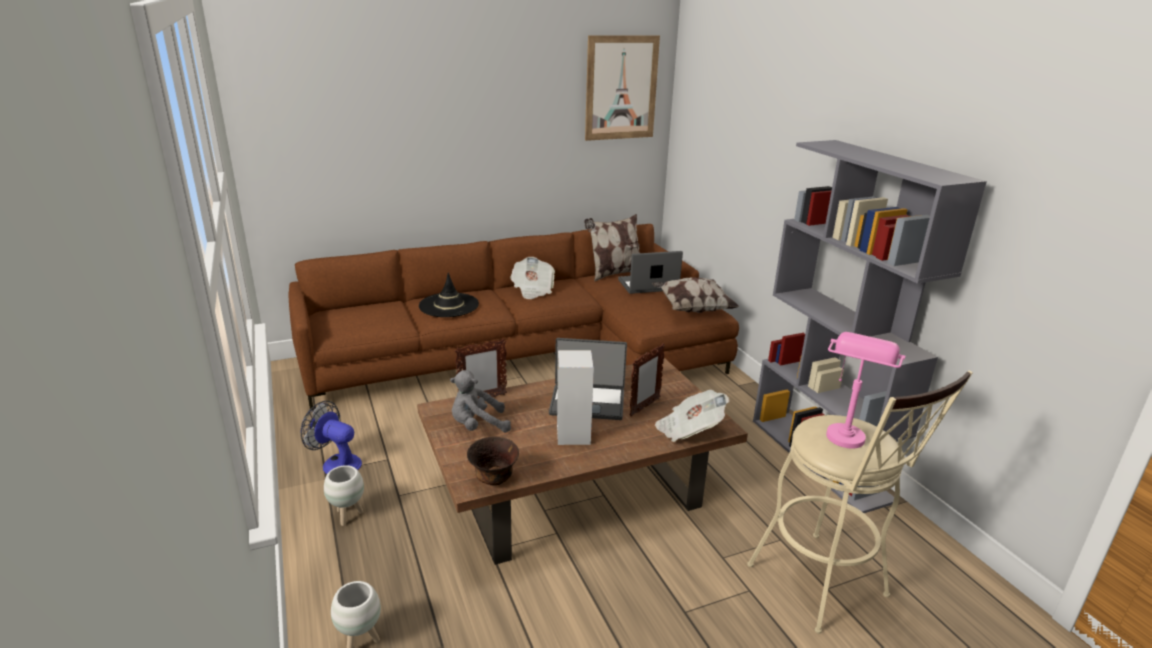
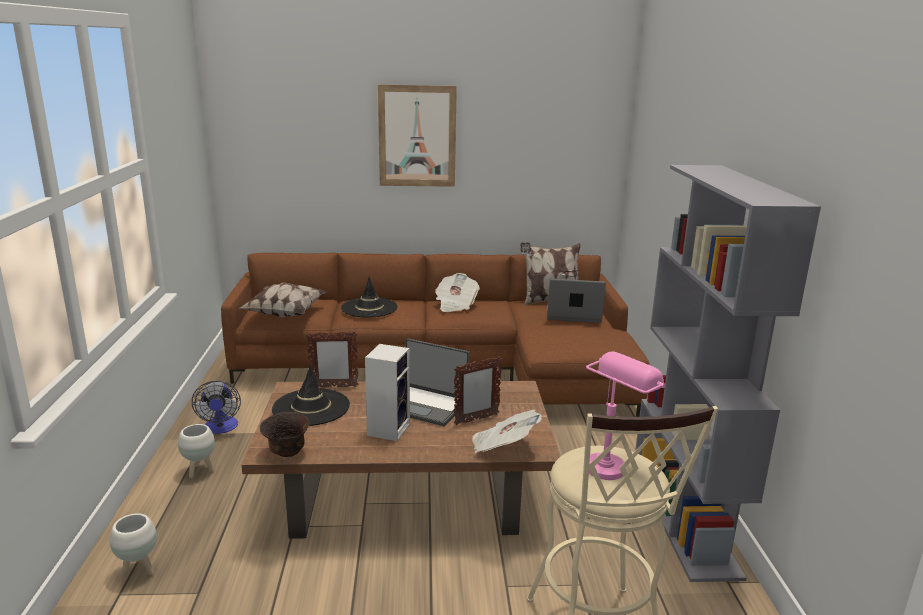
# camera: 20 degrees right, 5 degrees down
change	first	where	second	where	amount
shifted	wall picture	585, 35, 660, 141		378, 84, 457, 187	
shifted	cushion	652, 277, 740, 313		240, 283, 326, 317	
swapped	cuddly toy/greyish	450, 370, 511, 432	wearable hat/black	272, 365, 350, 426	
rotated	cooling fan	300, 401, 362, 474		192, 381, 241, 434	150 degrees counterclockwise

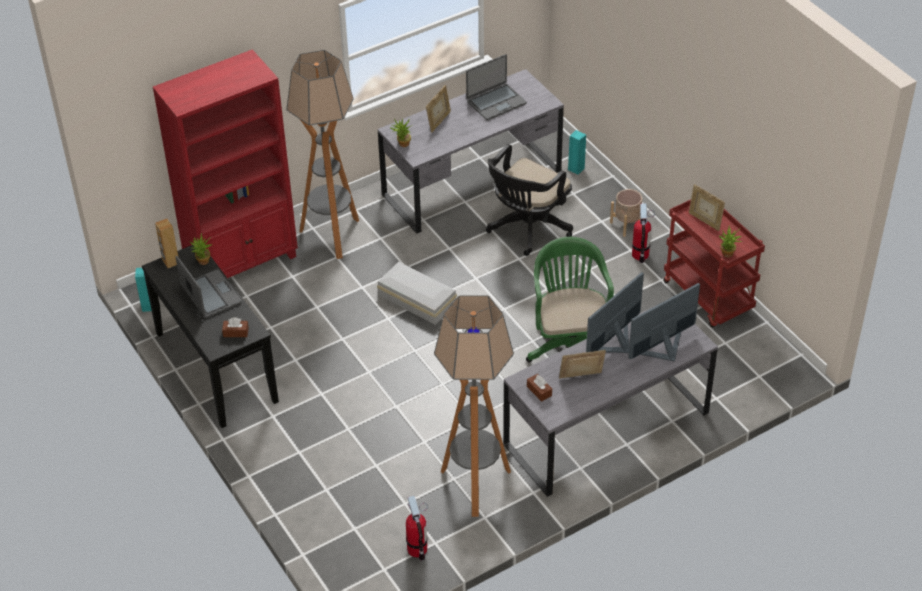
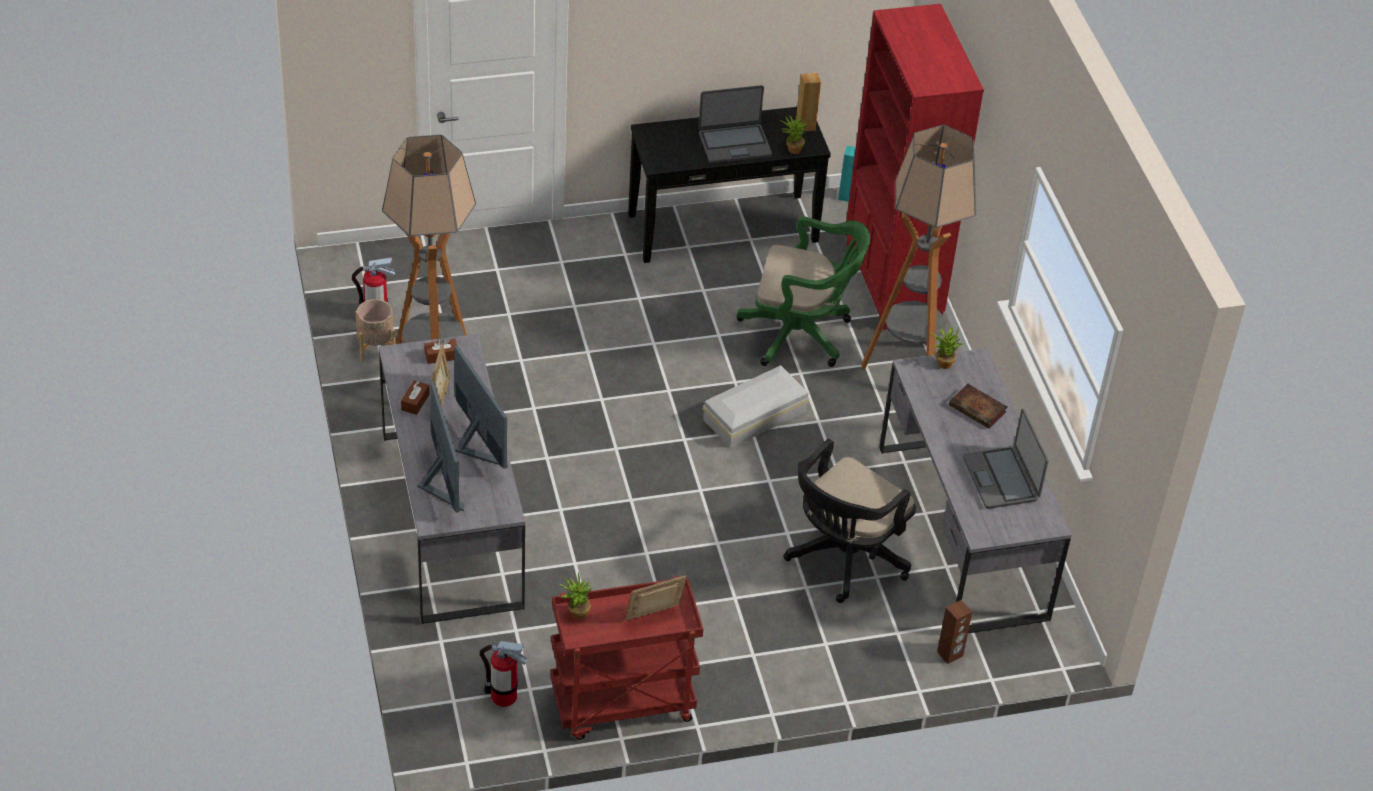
# camera: 105 degrees right, 0 degrees up
change	first	where	second	where	amount
shifted	tissue holder/brownish	222, 317, 249, 337		401, 380, 430, 415	
shifted	office chair/green-coloured	526, 237, 614, 363		737, 216, 870, 367	
shifted	flower pot/beige	610, 189, 642, 237		356, 299, 396, 362	
shifted	fire extinguisher	632, 203, 655, 263		480, 641, 527, 707	
swapped	photo frame	426, 85, 451, 133	bound book	949, 384, 1008, 429	
repainted	audio speaker/turquoise-coloured	568, 130, 586, 175	audio speaker/brownish	937, 600, 972, 664	
rotated	office chair/black	486, 144, 573, 256		783, 439, 916, 603	105 degrees counterclockwise

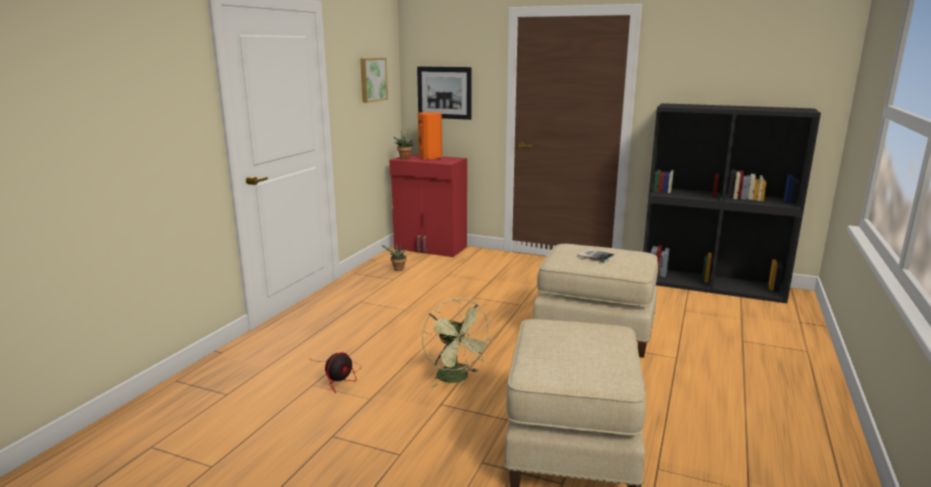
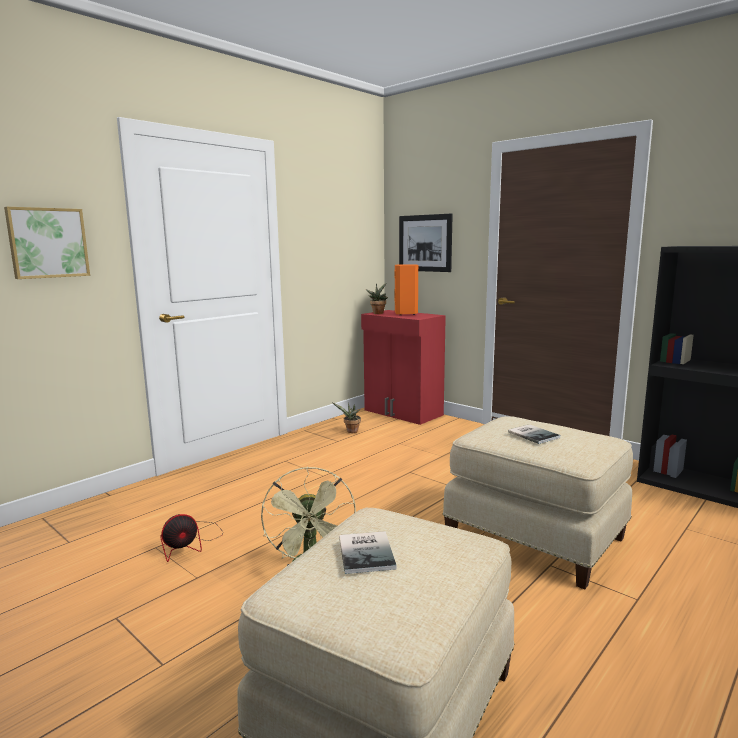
# camera: 20 degrees right, 5 degrees down
change	first	where	second	where	amount
new			bound book	339, 531, 396, 574	
shifted	wall picture	360, 58, 388, 103		4, 207, 90, 279	

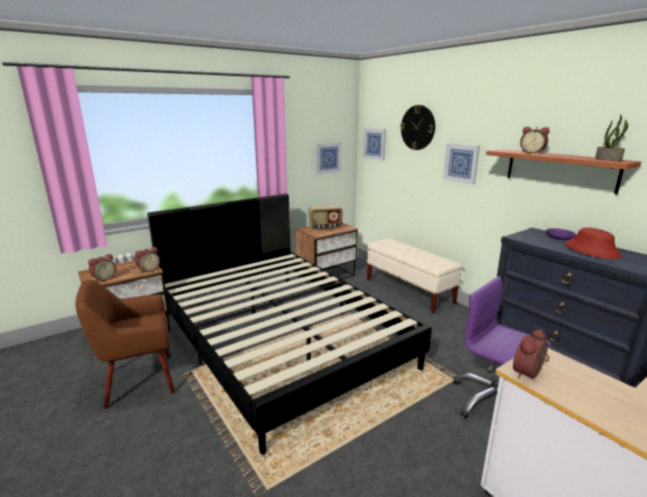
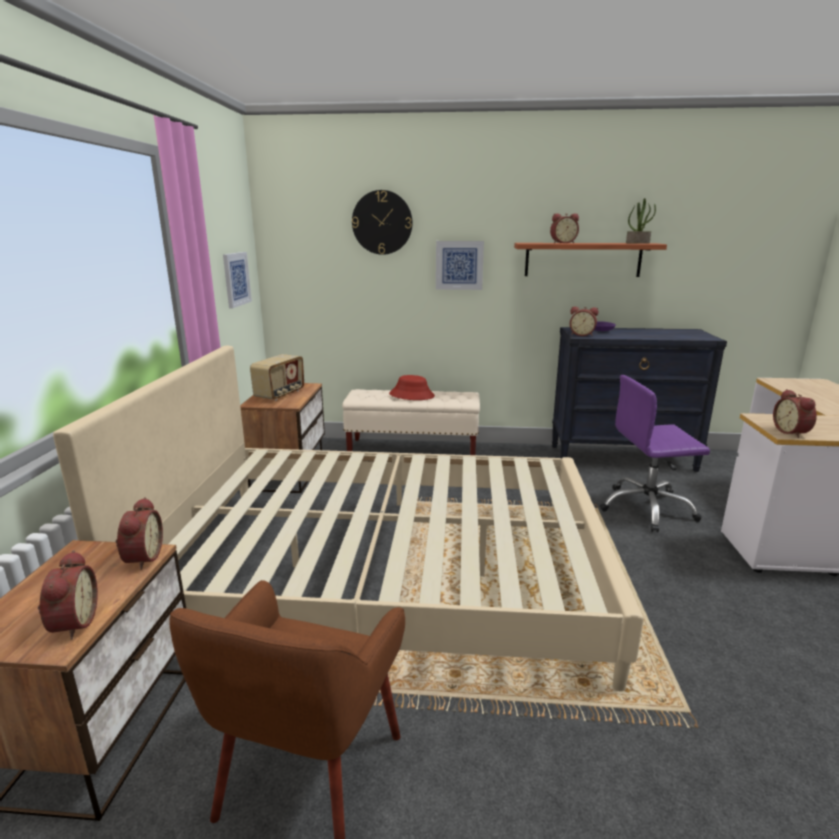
# camera: 50 degrees left, 0 degrees up
change	first	where	second	where	amount
gone	wall picture	363, 128, 386, 161			
new			alarm clock	570, 307, 598, 336	
shifted	wearable hat/red-coloured	564, 227, 622, 259		389, 375, 435, 400	
repainted	sleeping bed/black	147, 194, 432, 454	sleeping bed/beige	53, 346, 644, 691	

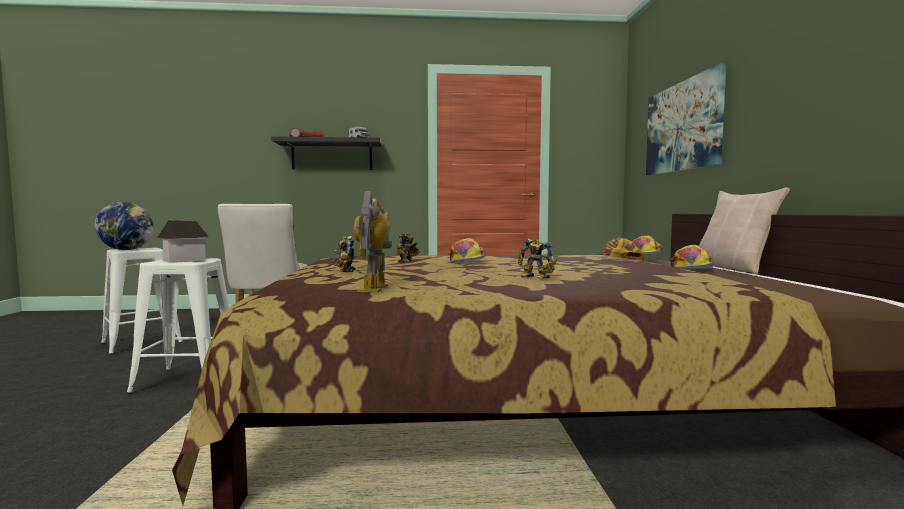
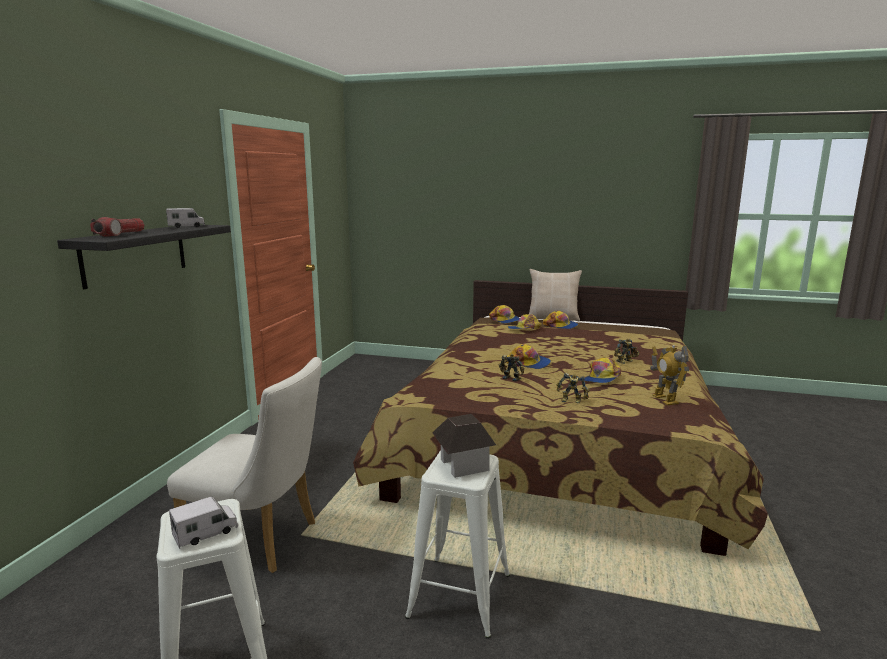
# camera: 70 degrees left, 10 degrees up
change	first	where	second	where	amount
gone	wall picture	646, 63, 726, 175			
new			peaked cap	584, 357, 621, 383	
swapped	world globe	95, 202, 154, 250	toy lorry	169, 496, 238, 548	
rotated	toy robot	354, 191, 392, 292		650, 345, 689, 405	45 degrees clockwise

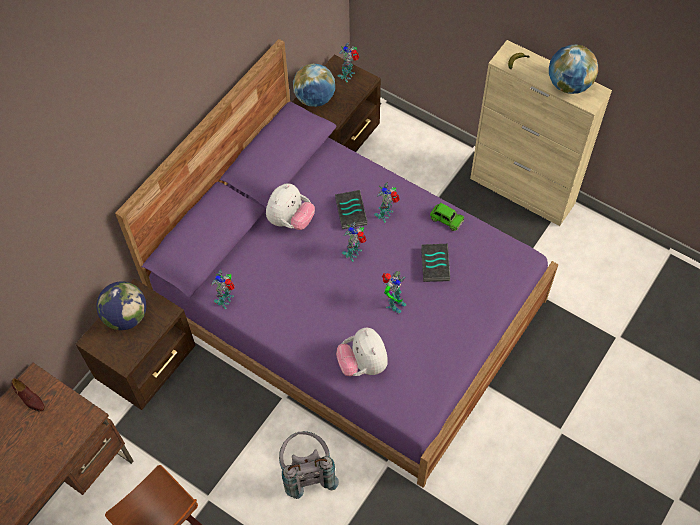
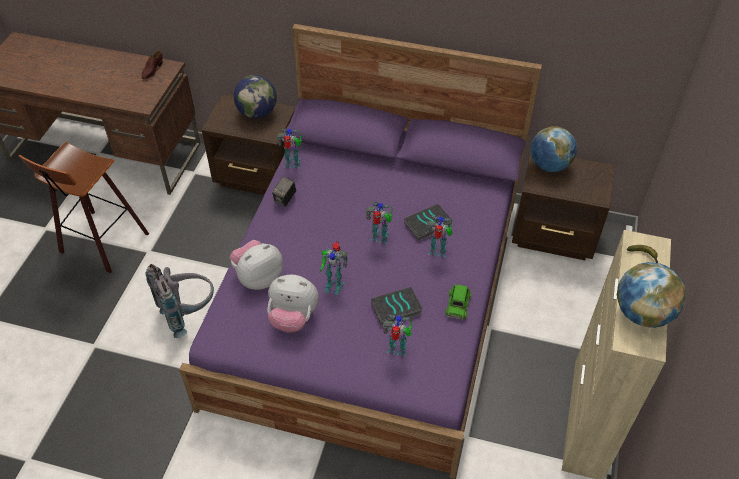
# camera: 70 degrees right, 10 degrees down
change	first	where	second	where	amount
new			photo camera	272, 177, 296, 207	
shifted	cuddly toy	266, 184, 315, 230		267, 275, 319, 333	
shifted	toy robot	338, 42, 359, 82		383, 314, 412, 357	

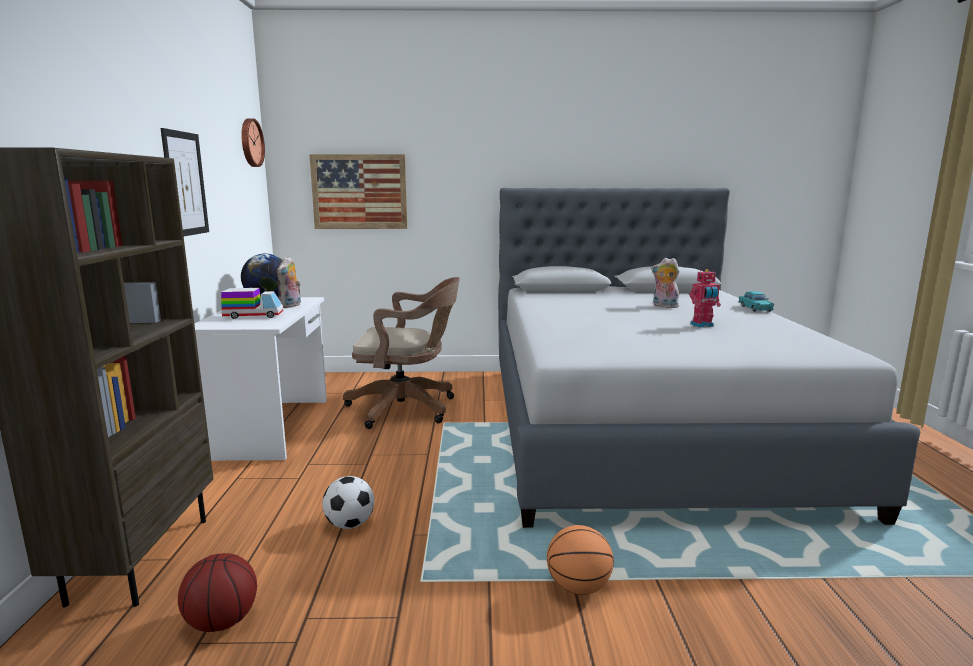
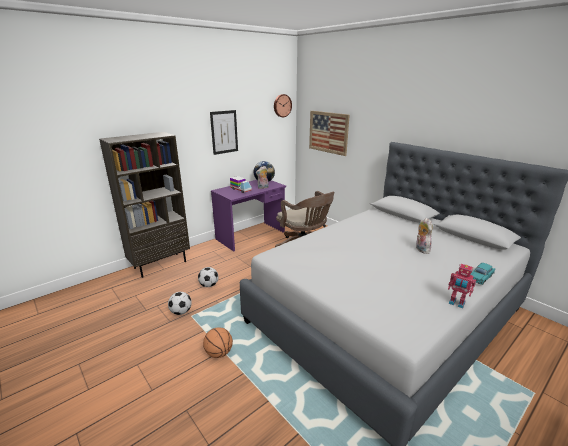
# camera: 50 degrees right, 10 degrees up
change	first	where	second	where	amount
gone	basketball ball	178, 553, 257, 632			
new			football ball	168, 292, 192, 315	
shifted	toy robot	690, 269, 721, 327		448, 264, 476, 308	
repainted	desk/white-coloured	194, 297, 327, 461	desk/purple	211, 180, 286, 251	

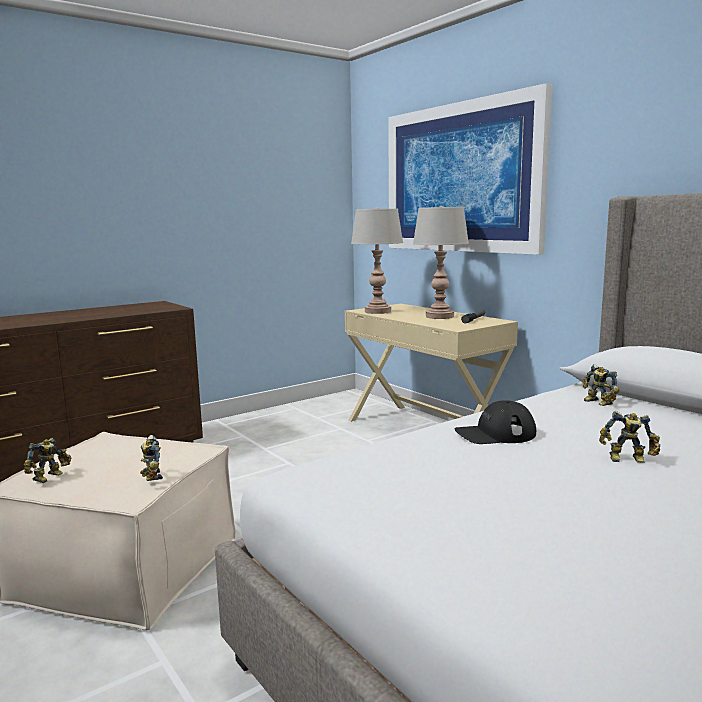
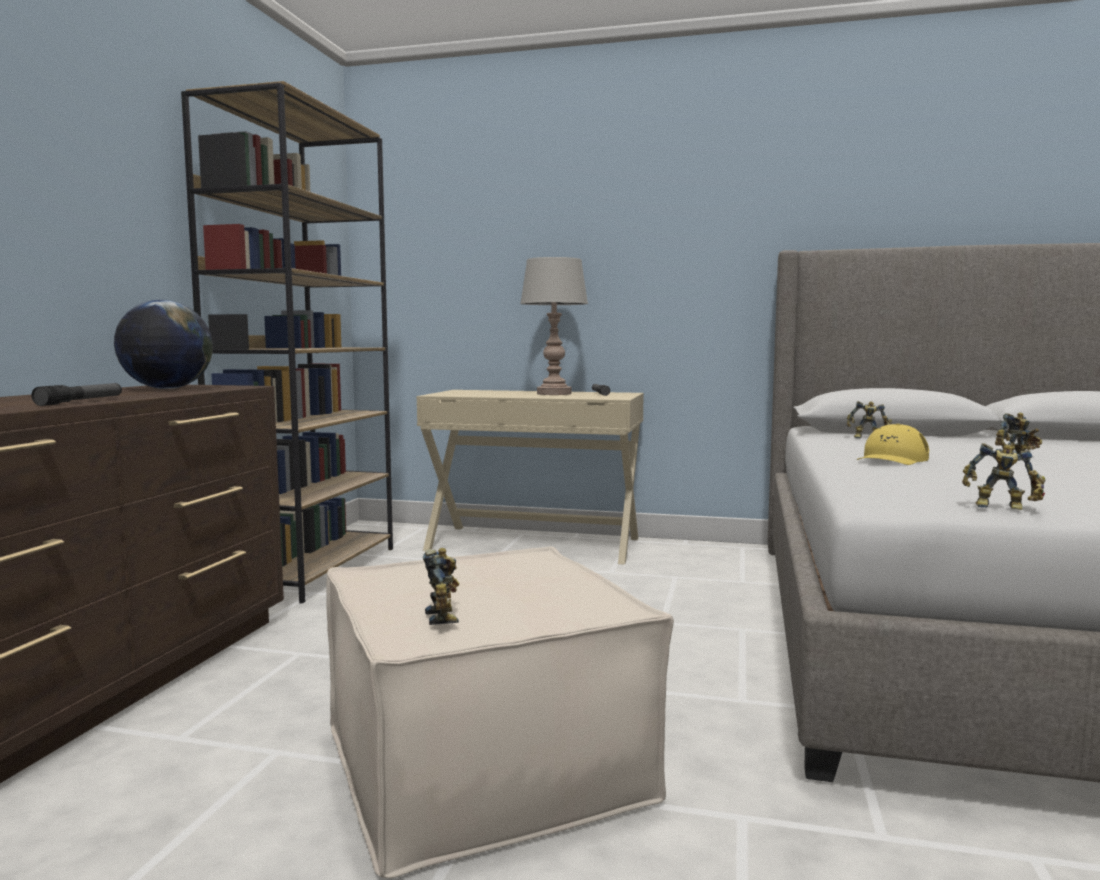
# camera: 40 degrees left, 5 degrees down
change	first	where	second	where	amount
gone	table lamp/greyish	351, 207, 403, 314			
gone	wall picture	388, 83, 552, 255			
new			torch	31, 383, 122, 406	
new			world globe	114, 300, 213, 389	
new			bookshelf/brownish	181, 81, 393, 604	
shifted	toy robot	140, 435, 163, 481		962, 443, 1045, 510	
repainted	peaked cap/black	454, 400, 536, 444	peaked cap/yellow-coloured	857, 424, 929, 465	

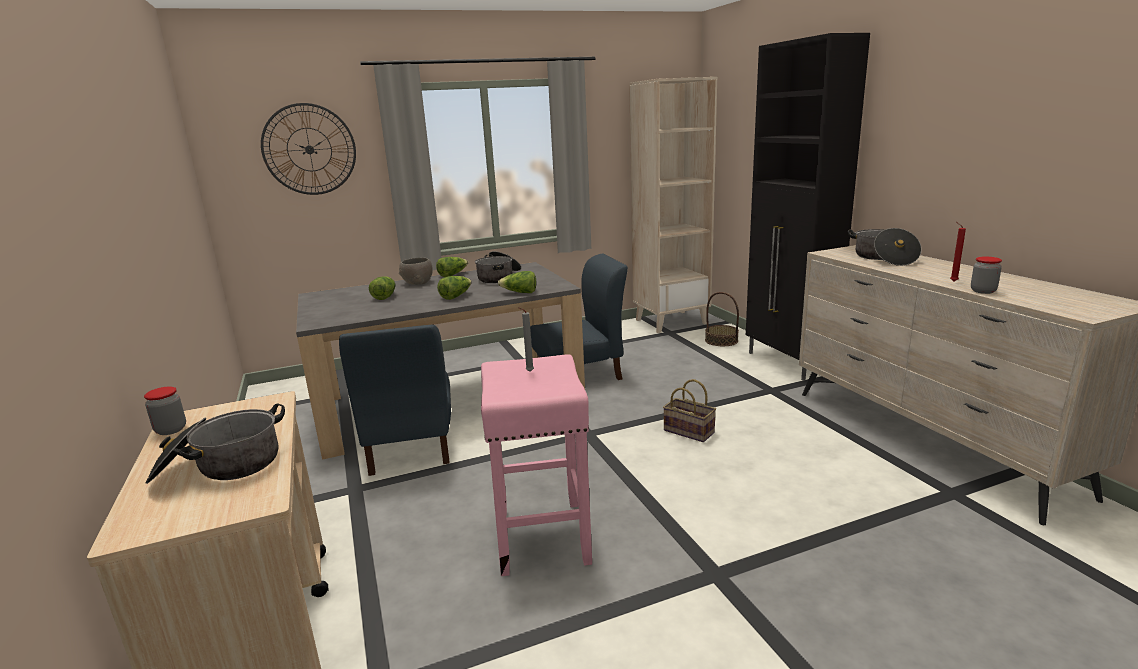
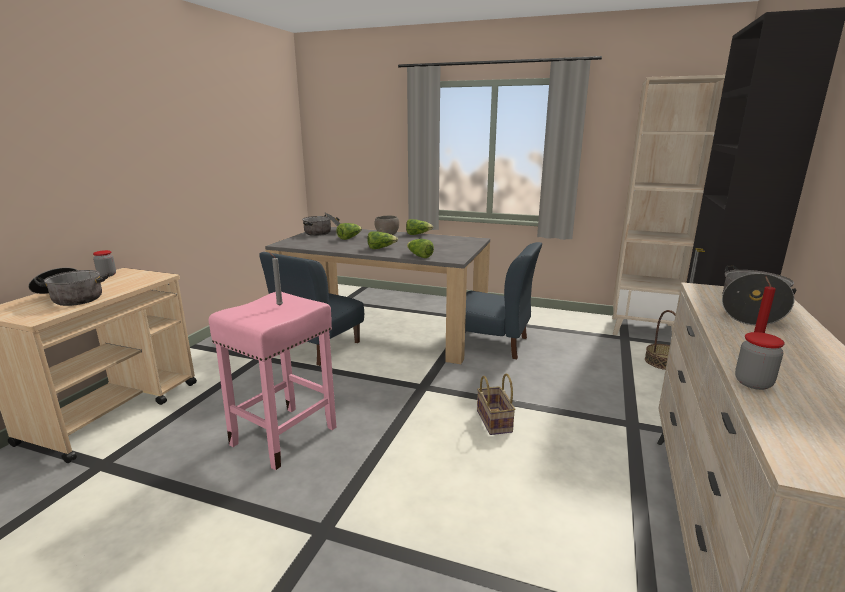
# camera: 40 degrees right, 0 degrees up
change	first	where	second	where	amount
gone	clock on the wall	261, 103, 356, 195			
shifted	saucepot	475, 251, 521, 283		302, 213, 341, 236	

